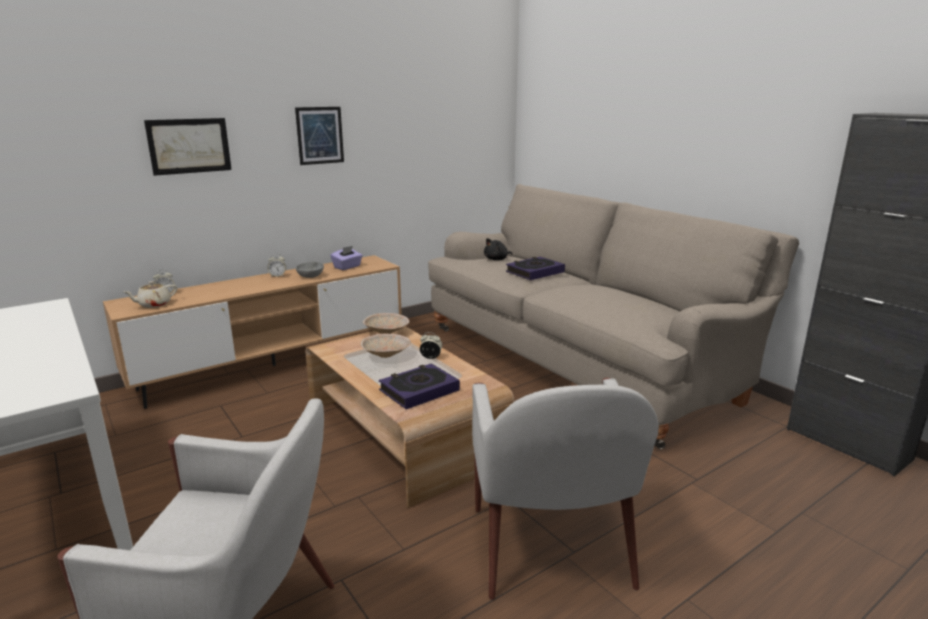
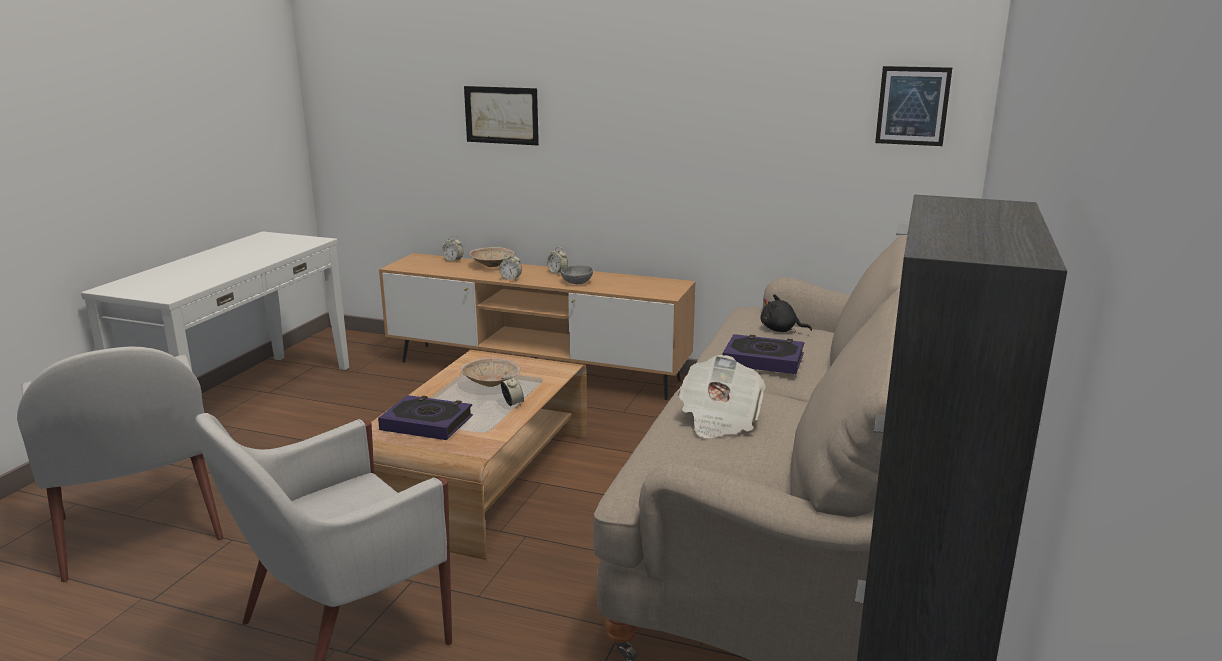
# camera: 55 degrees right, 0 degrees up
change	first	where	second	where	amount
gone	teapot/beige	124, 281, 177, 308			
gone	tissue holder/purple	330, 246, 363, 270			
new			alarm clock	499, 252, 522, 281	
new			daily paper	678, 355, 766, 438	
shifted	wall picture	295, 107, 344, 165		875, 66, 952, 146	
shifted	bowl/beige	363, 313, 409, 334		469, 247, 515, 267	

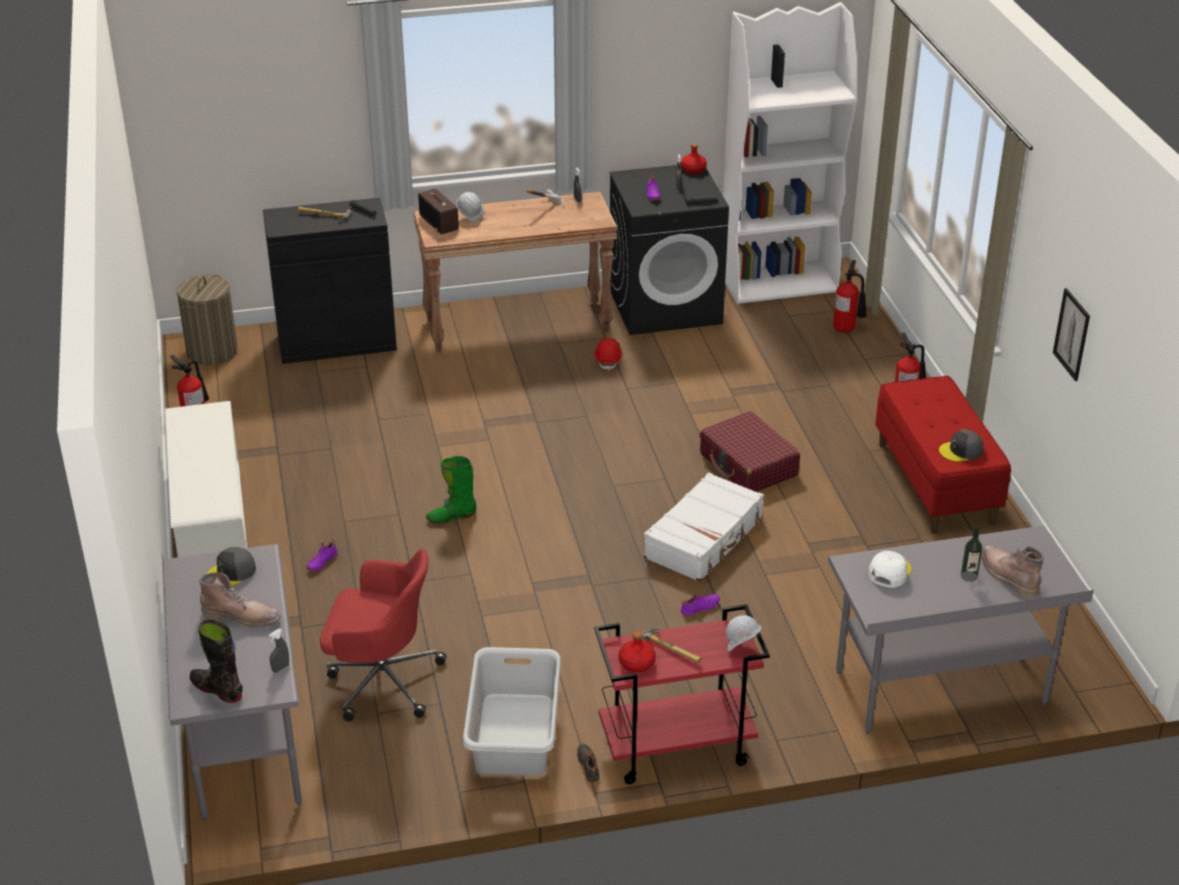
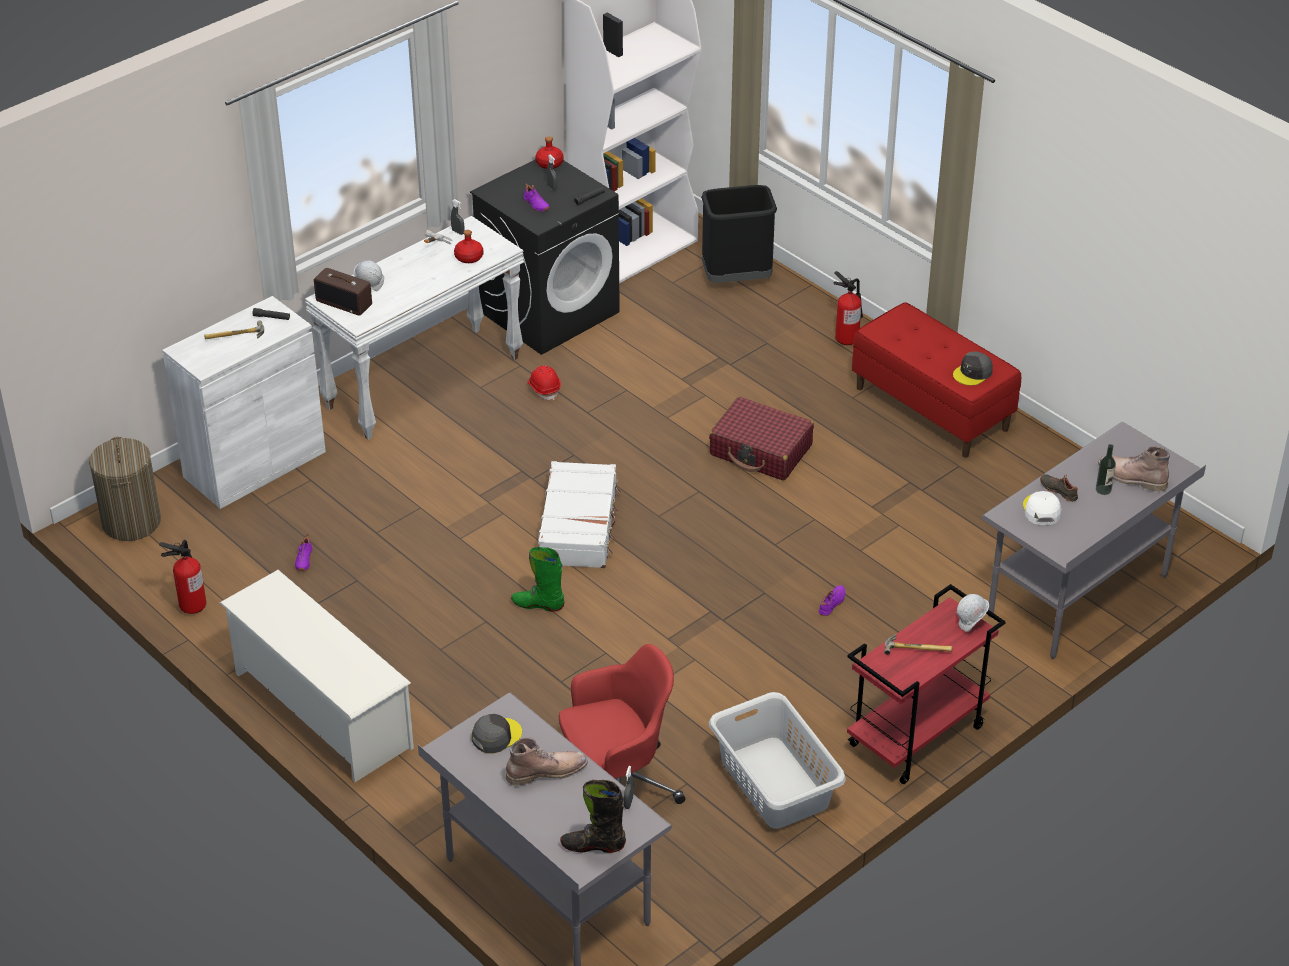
# camera: 30 degrees left, 5 degrees up
change	first	where	second	where	amount
gone	wall picture	1053, 288, 1090, 381			
shifted	shoe/purple	307, 539, 338, 572		295, 535, 313, 571	
shifted	shoe/black	577, 744, 600, 782		1040, 474, 1078, 502	
shifted	beverage bottle/red-coloured	619, 631, 656, 672		454, 230, 483, 263	
shifted	suitcase/white-coloured	643, 472, 764, 582		538, 461, 621, 568	
swapped	fire extinguisher	833, 260, 867, 333	rubbish bin/black	701, 185, 777, 283	
repainted	storage cabinet/black	263, 198, 397, 364	storage cabinet/white-coloured	162, 296, 326, 509	
repainted	hall table/brownish	414, 192, 617, 352	hall table/white-coloured	305, 216, 524, 440	
rotated	peaked cap/greyish	207, 547, 256, 586		472, 714, 522, 753	150 degrees counterclockwise
rotated	tall boot/green-coloured	426, 456, 476, 524		511, 547, 565, 612	60 degrees clockwise

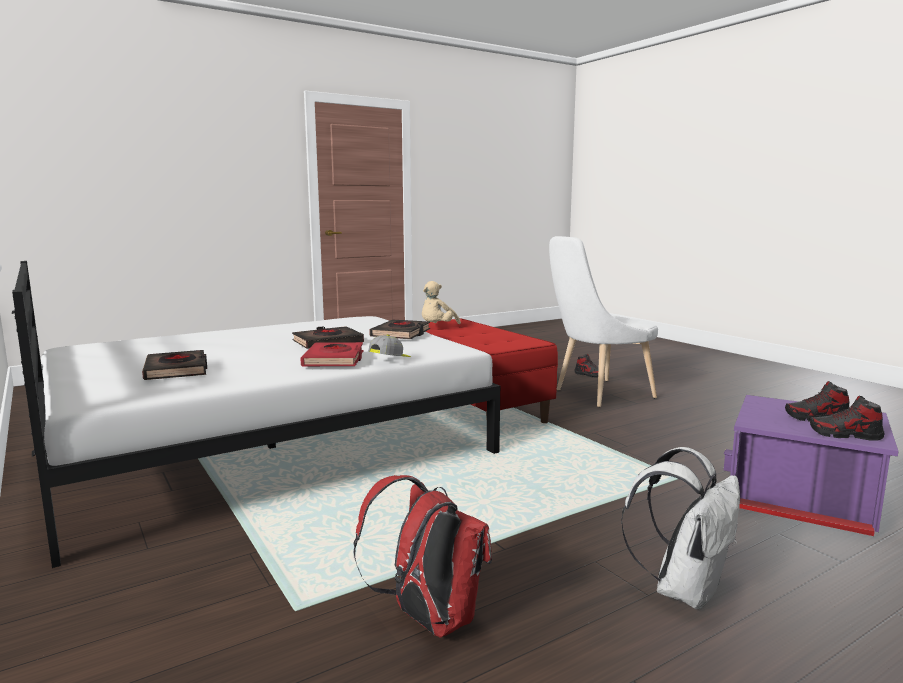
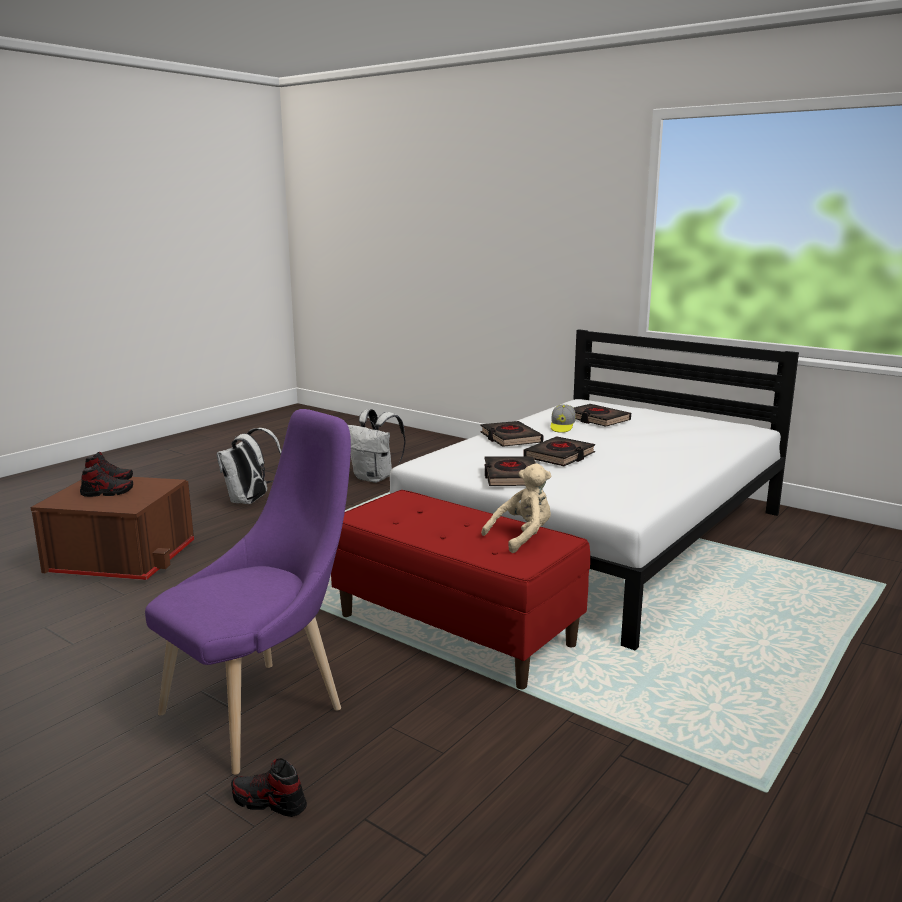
# camera: 160 degrees right, 5 degrees up
change	first	where	second	where	amount
shifted	peaked cap	368, 335, 411, 357		551, 404, 576, 433	
repainted	bound book/red-coloured	300, 342, 364, 366	bound book/black	481, 421, 544, 447	
repainted	rucksack/red-coloured	353, 475, 492, 637	rucksack/white-coloured	348, 409, 406, 483	
repainted	plain chair/white-coloured	549, 236, 658, 407	plain chair/purple	145, 409, 351, 775	
repainted	storage container/purple	724, 395, 898, 536	storage container/brownish	30, 477, 194, 580	
rotated	cuddly toy/beige	422, 281, 461, 324		481, 463, 551, 553	45 degrees clockwise

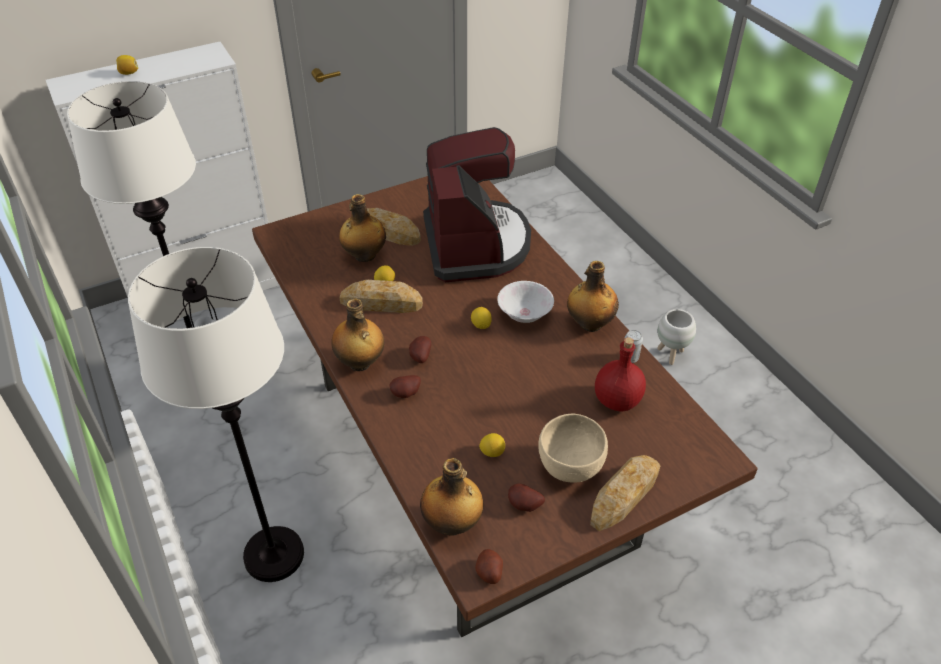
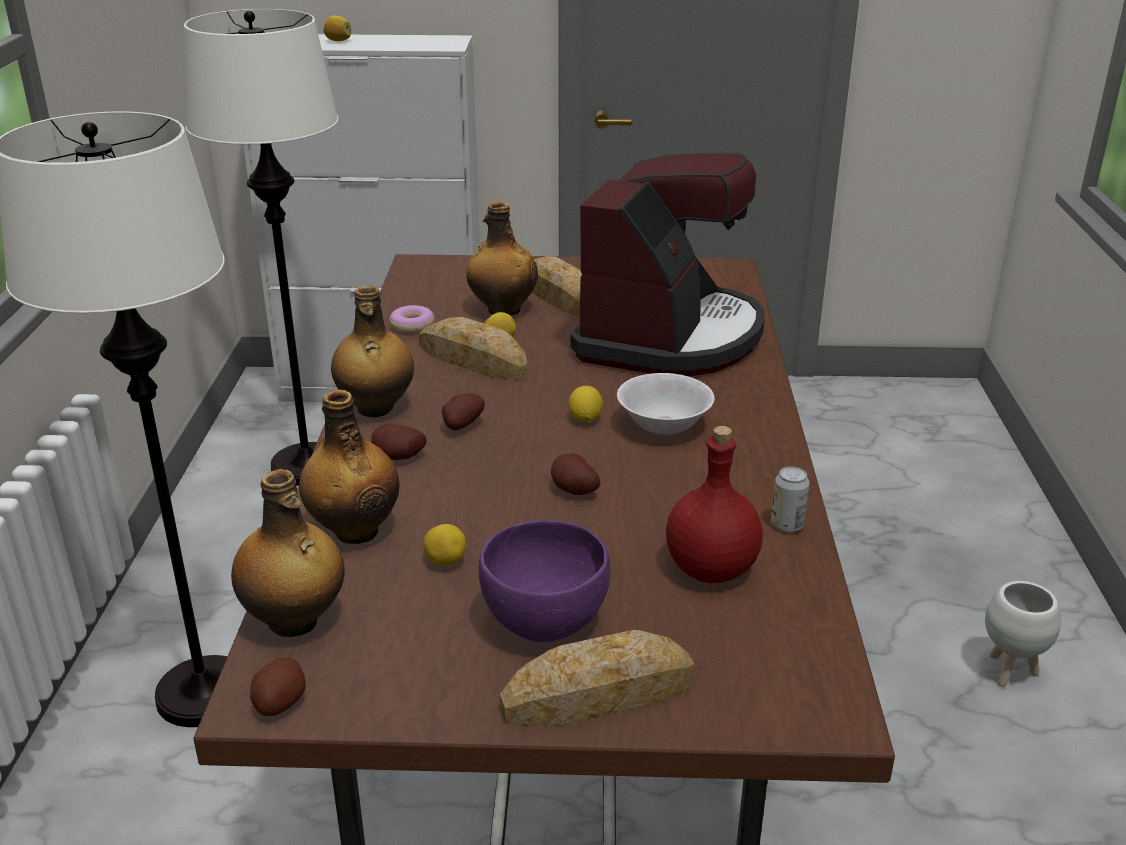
# camera: 30 degrees right, 15 degrees down
change	first	where	second	where	amount
new			donut	389, 305, 435, 333	
shifted	whole potato	508, 484, 545, 512		551, 453, 601, 495	
shifted	beverage bottle	567, 261, 619, 332		299, 390, 399, 544	
repainted	bowl/beige	538, 414, 608, 483	bowl/purple	479, 520, 611, 642	

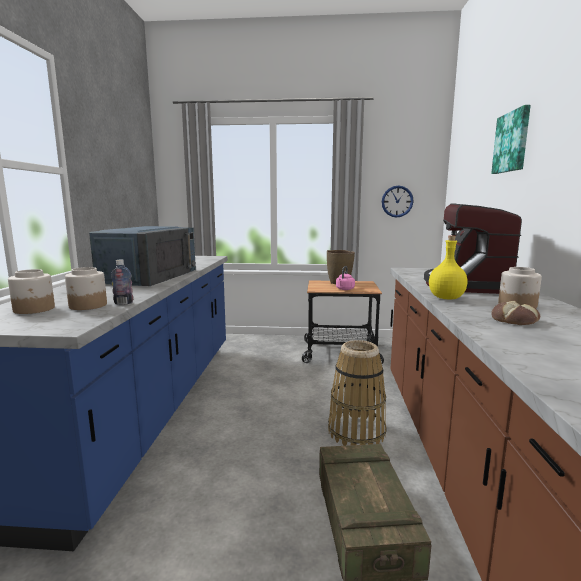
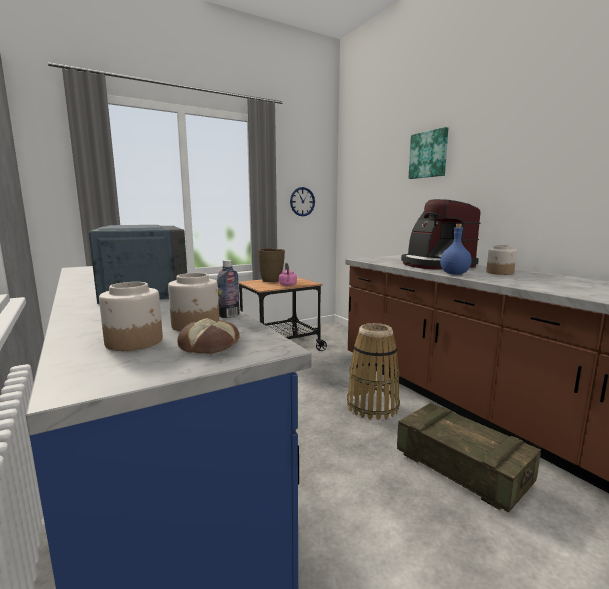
# camera: 35 degrees left, 0 degrees up
change	first	where	second	where	amount
shifted	bread	491, 301, 540, 325		177, 318, 240, 354	
repainted	beverage bottle/yellow-coloured	429, 235, 467, 299	beverage bottle/blue	440, 224, 472, 275	

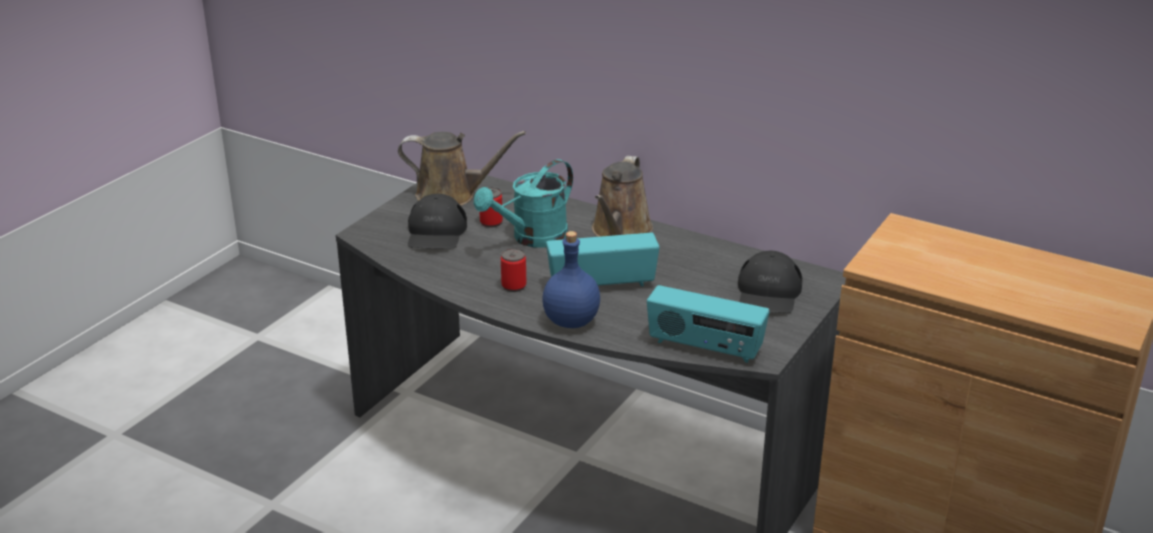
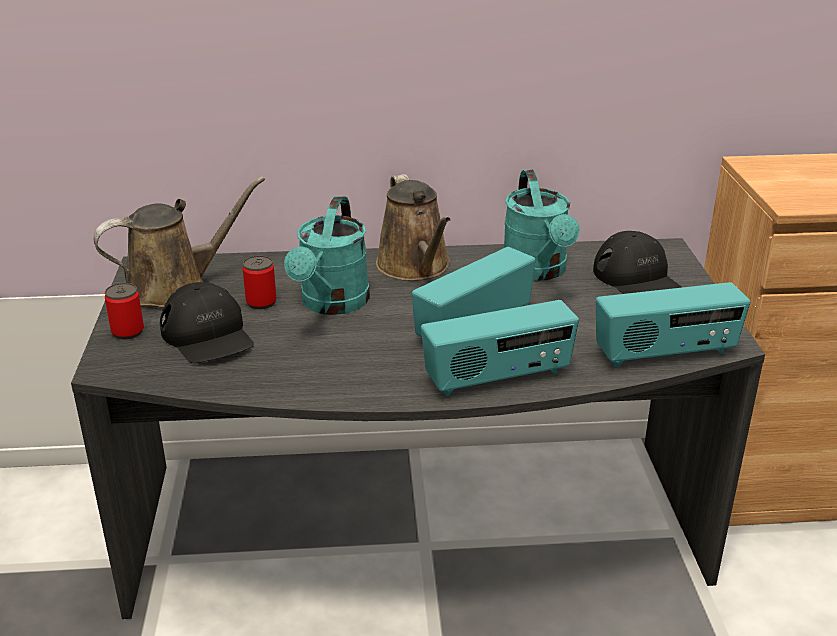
# camera: 35 degrees left, 0 degrees up
change	first	where	second	where	amount
new			watering can/turquoise-coloured	504, 170, 580, 281	
shifted	metal can	501, 248, 526, 292		105, 283, 144, 339	
swapped	beverage bottle/blue	542, 231, 600, 328	radio receiver	421, 300, 579, 396	

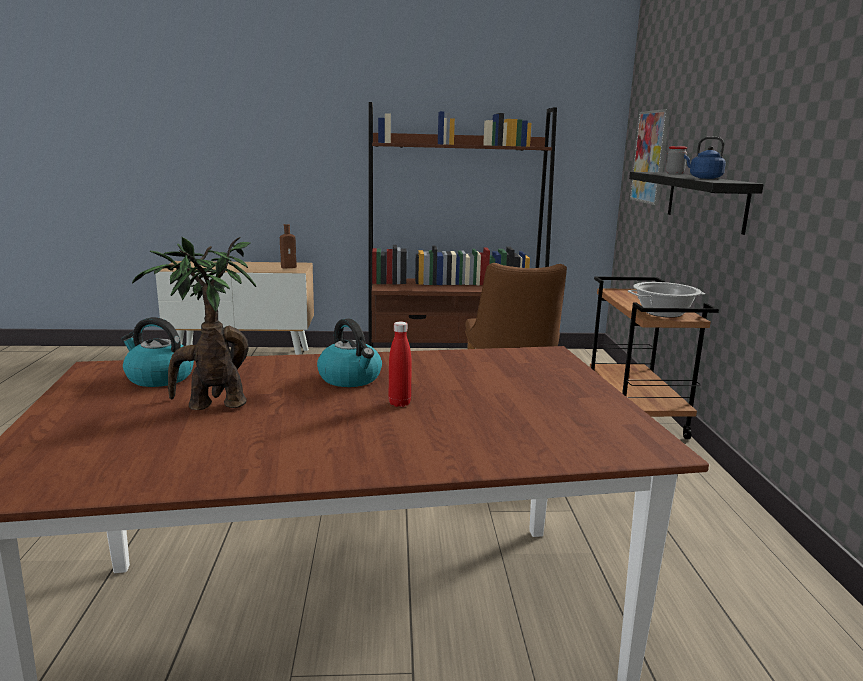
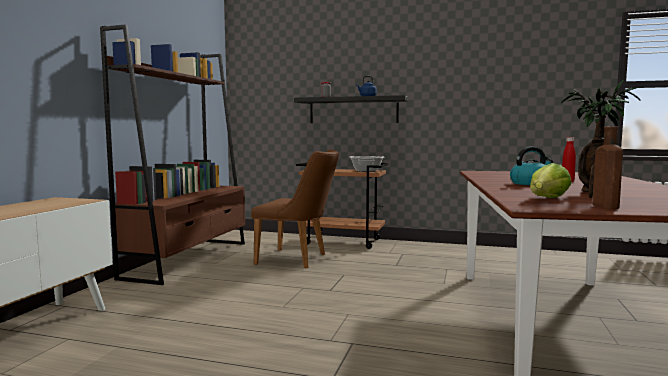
# camera: 70 degrees left, 10 degrees down
change	first	where	second	where	amount
gone	wall picture	630, 109, 670, 206			
shifted	beverage bottle/brownish	280, 224, 297, 268		592, 126, 623, 209	
swapped	water kettle	121, 317, 194, 387	head of lettuce	530, 163, 571, 198	

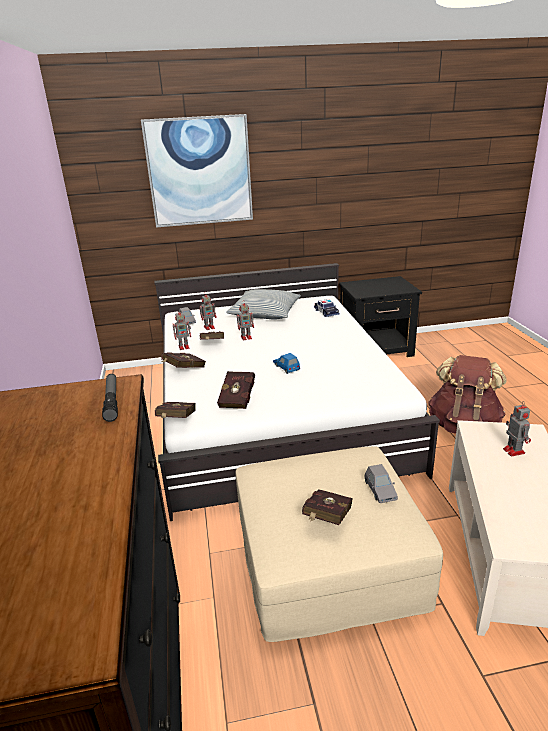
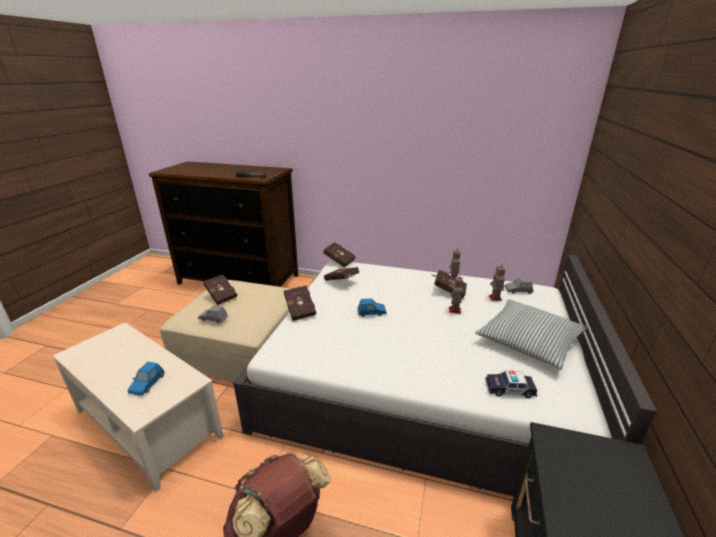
# camera: 115 degrees right, 0 degrees up
change	first	where	second	where	amount
gone	wall picture	141, 114, 253, 228			
shifted	bound book/red-coloured	161, 352, 206, 368		284, 286, 316, 321	
swapped	toy robot	503, 401, 531, 456	miniature car/blue	128, 362, 165, 396	

